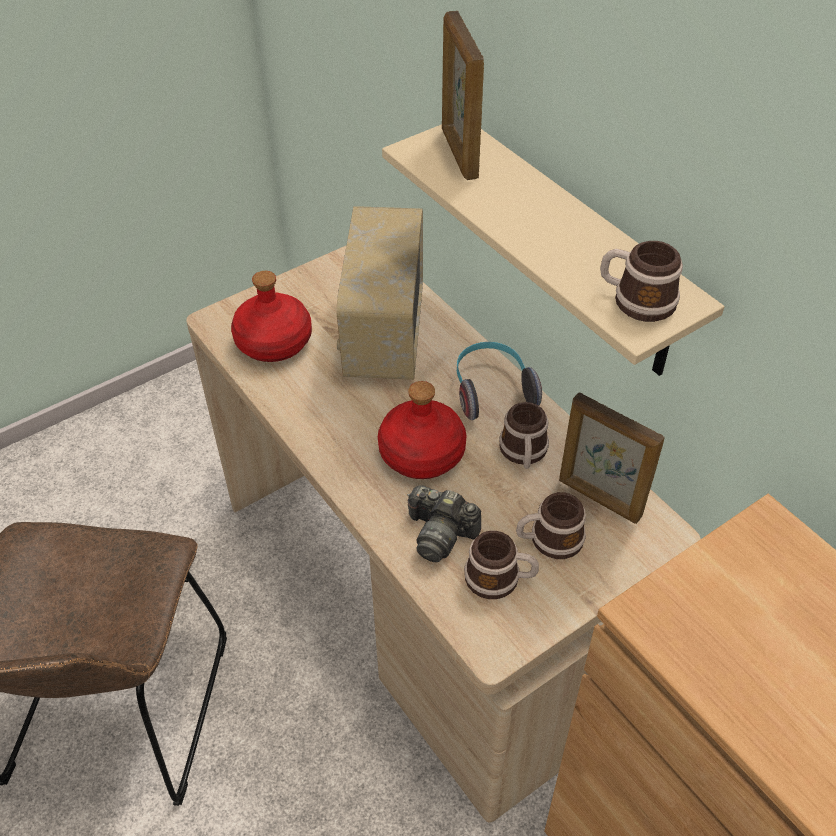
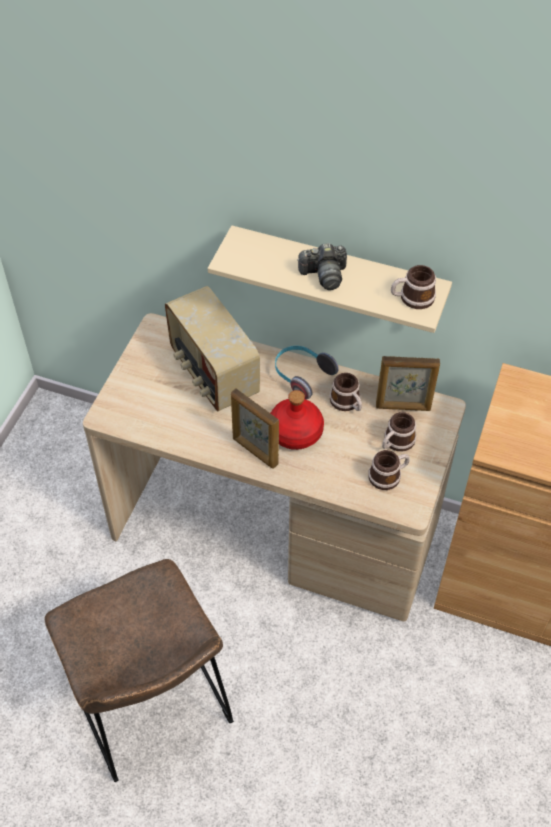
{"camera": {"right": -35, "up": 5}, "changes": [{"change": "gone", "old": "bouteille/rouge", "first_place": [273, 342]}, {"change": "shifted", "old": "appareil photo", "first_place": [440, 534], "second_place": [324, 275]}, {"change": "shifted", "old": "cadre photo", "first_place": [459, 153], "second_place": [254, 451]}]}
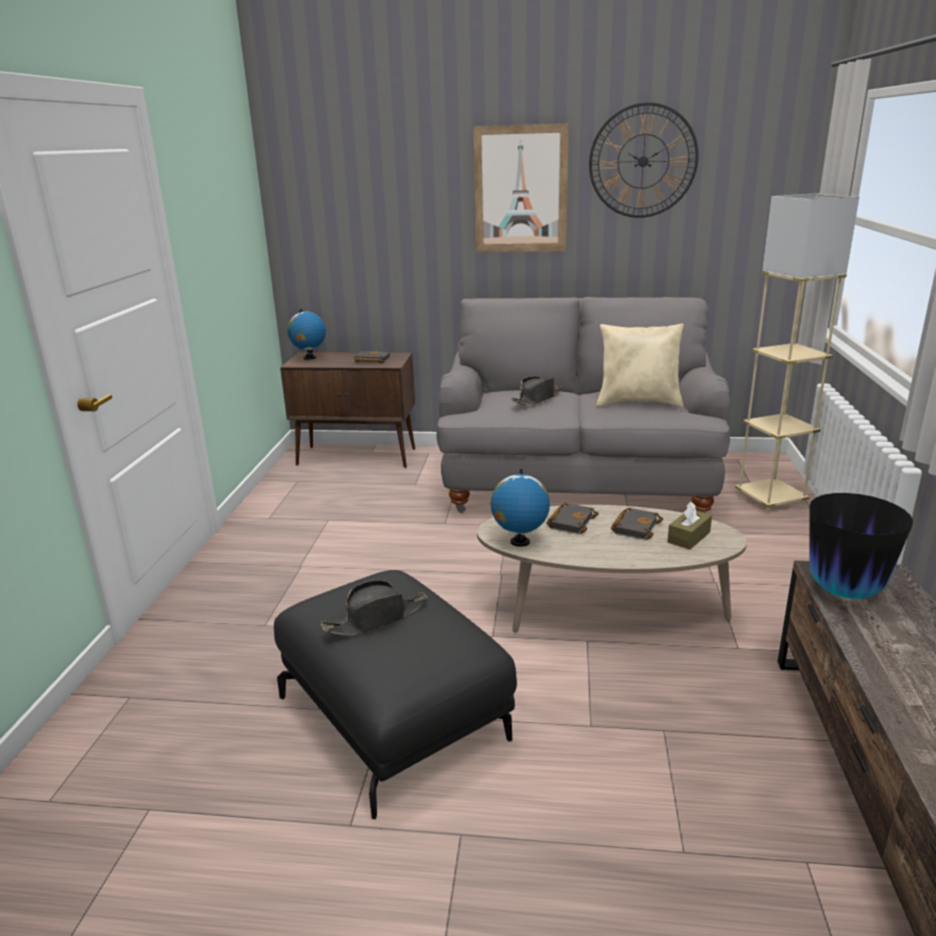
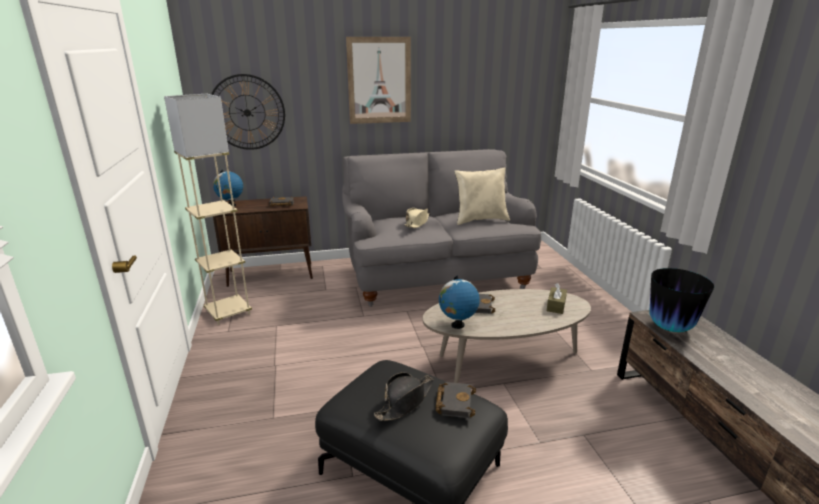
{"camera": {"right": -20, "up": 0}, "changes": [{"change": "shifted", "old": "horloge murale", "first_place": [643, 161], "second_place": [247, 112]}, {"change": "shifted", "old": "livre/noir", "first_place": [635, 527], "second_place": [454, 402]}, {"change": "shifted", "old": "lampadaire/beige", "first_place": [770, 500], "second_place": [228, 312]}, {"change": "repainted", "old": "chapeau/noir", "new": "chapeau/beige", "first_place": [537, 399], "second_place": [417, 223]}]}
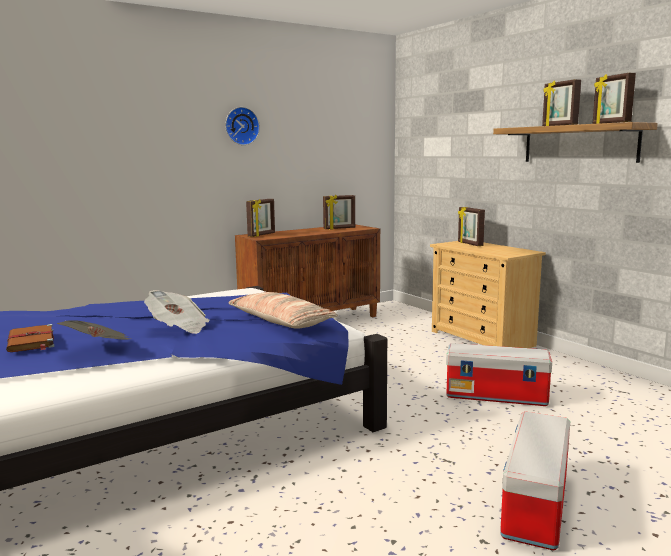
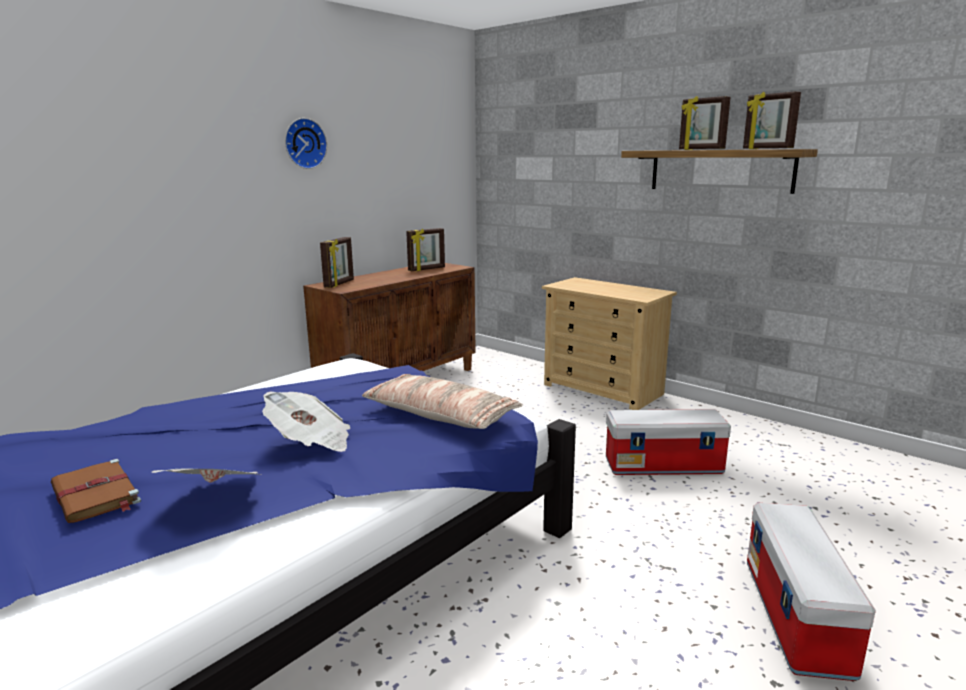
{"camera": {"right": -15, "up": 5}, "changes": [{"change": "gone", "old": "cadre photo", "first_place": [469, 244]}]}
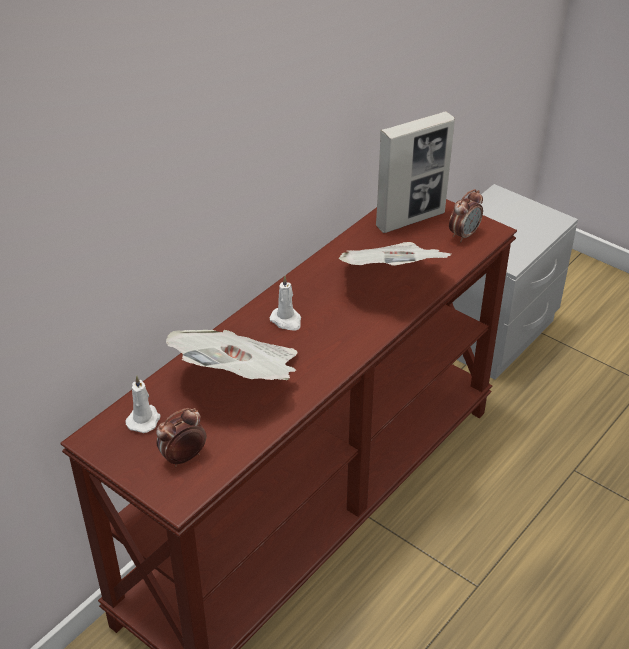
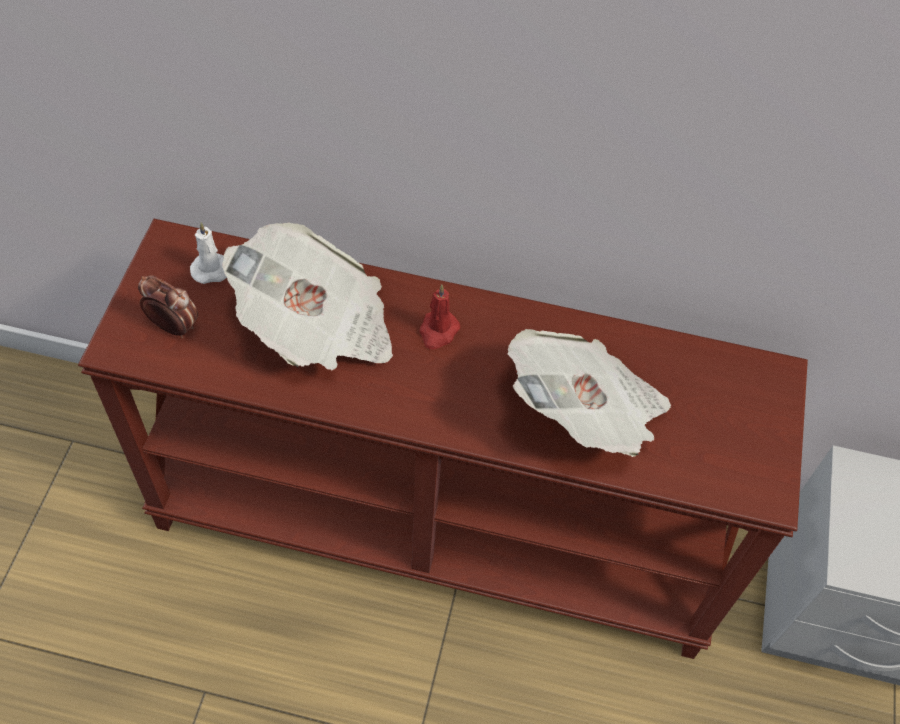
{"camera": {"right": 60, "up": 15}, "changes": [{"change": "gone", "old": "cadre photo", "first_place": [410, 219]}, {"change": "gone", "old": "réveil", "first_place": [464, 235]}, {"change": "repainted", "old": "bougie/blanc", "new": "bougie/rouge", "first_place": [286, 321], "second_place": [438, 331]}]}
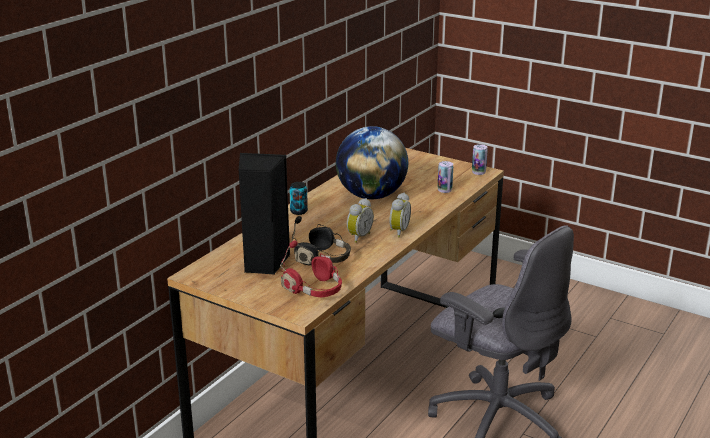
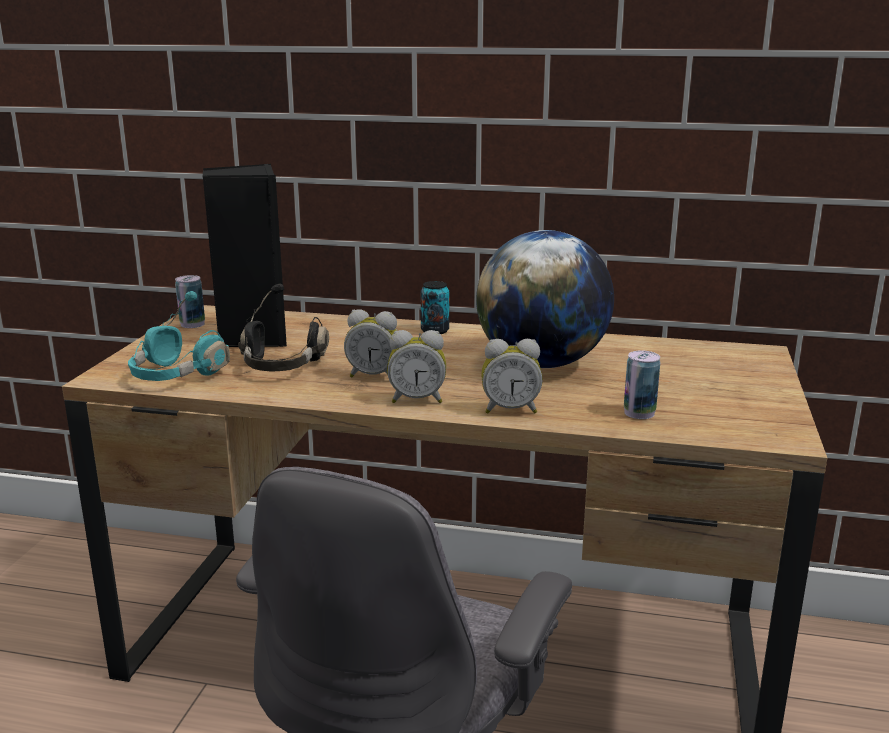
{"camera": {"right": 70, "up": -5}, "changes": [{"change": "new", "new": "réveil", "second_place": [510, 409]}, {"change": "shifted", "old": "boîte métallique", "first_place": [478, 172], "second_place": [192, 324]}, {"change": "repainted", "old": "casque audio/rouge", "new": "casque audio/turquoise", "first_place": [315, 290], "second_place": [176, 375]}]}
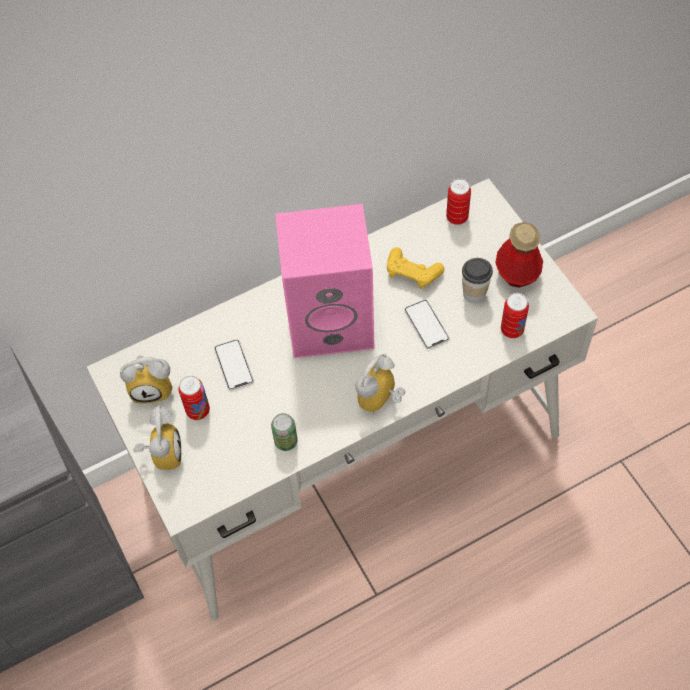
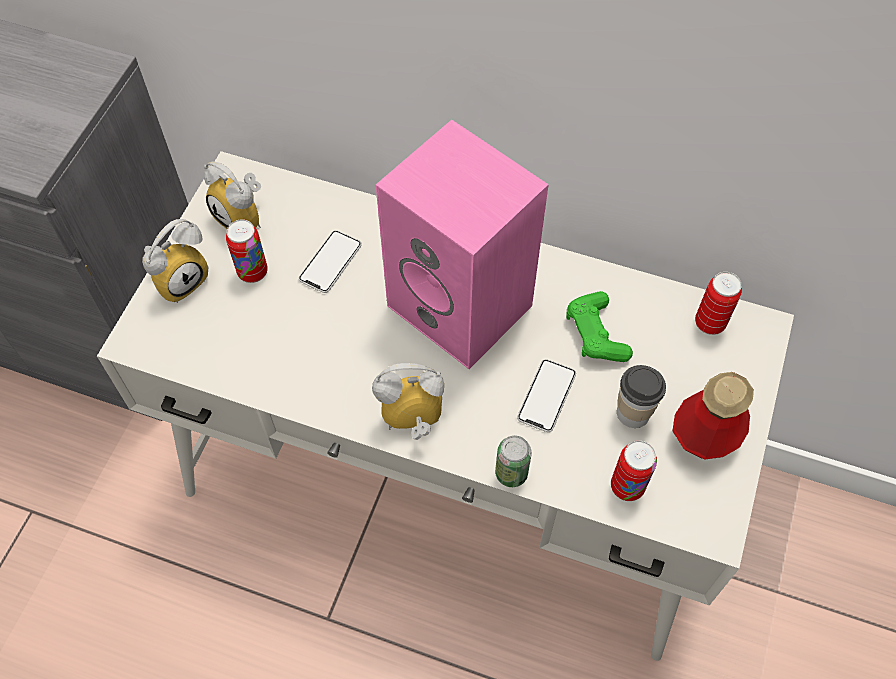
{"camera": {"right": 45, "up": 0}, "changes": [{"change": "shifted", "old": "boîte métallique", "first_place": [286, 441], "second_place": [511, 473]}, {"change": "repainted", "old": "manette/jaune", "new": "manette/vert", "first_place": [412, 273], "second_place": [596, 334]}]}
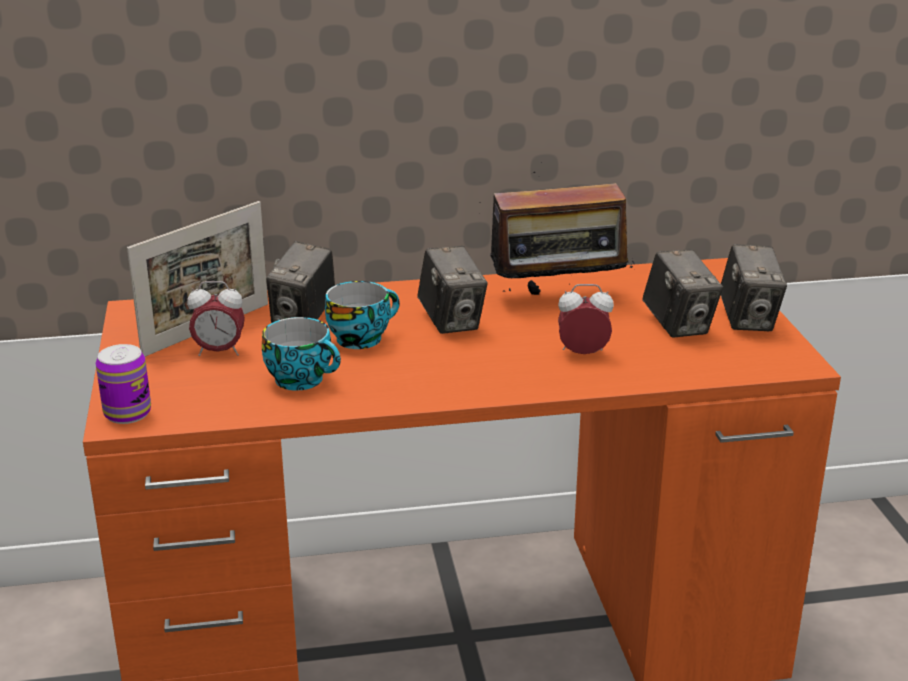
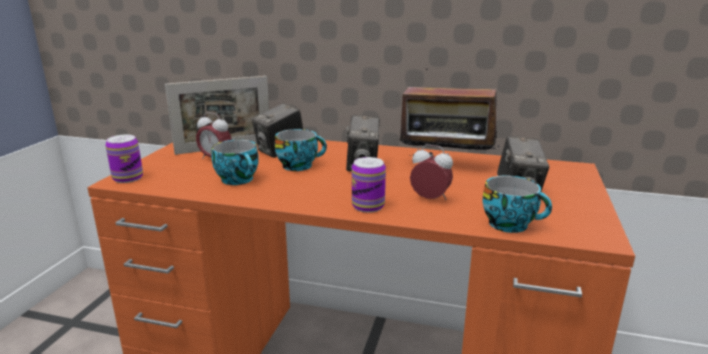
{"camera": {"right": 25, "up": -5}, "changes": [{"change": "gone", "old": "appareil photo", "first_place": [748, 320]}, {"change": "new", "new": "boîte métallique", "second_place": [368, 206]}, {"change": "new", "new": "tasse", "second_place": [511, 224]}]}
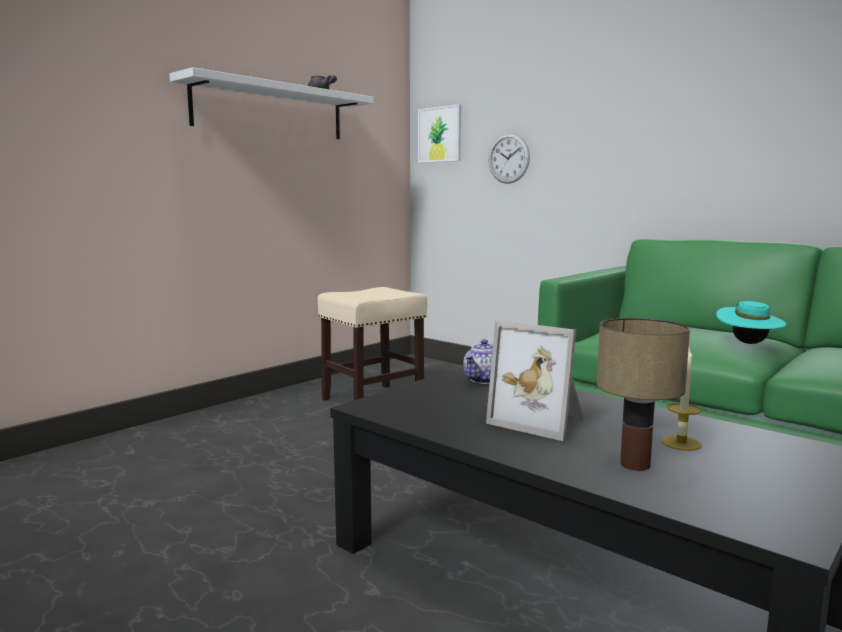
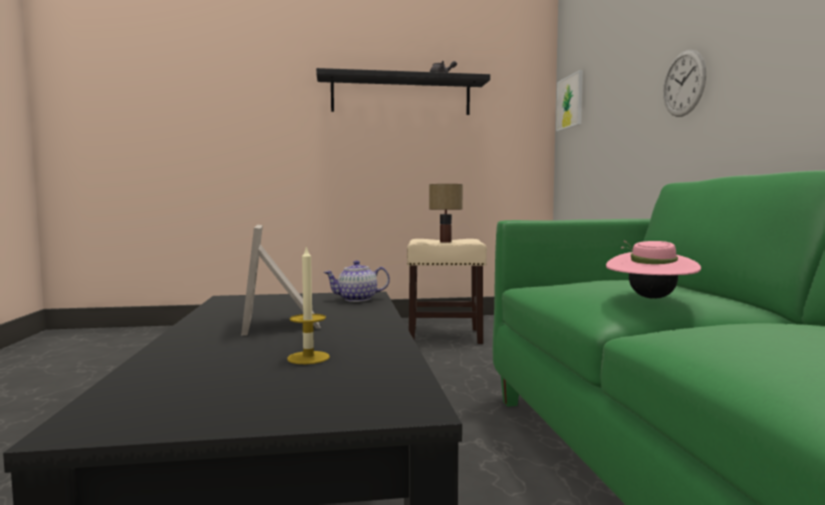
{"camera": {"right": 40, "up": -5}, "changes": [{"change": "shifted", "old": "horloge murale", "first_place": [508, 158], "second_place": [683, 83]}, {"change": "shifted", "old": "lampe de table", "first_place": [633, 464], "second_place": [445, 242]}, {"change": "repainted", "old": "étagère/blanc", "new": "étagère/noir", "first_place": [270, 110], "second_place": [401, 96]}, {"change": "repainted", "old": "chapeau/turquoise", "new": "chapeau/rose", "first_place": [748, 343], "second_place": [650, 298]}]}
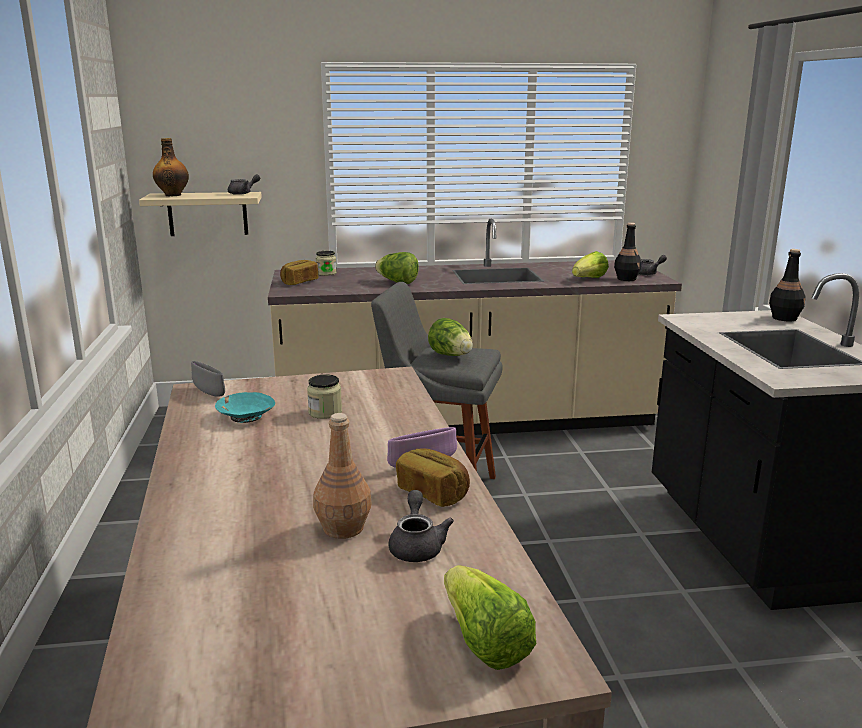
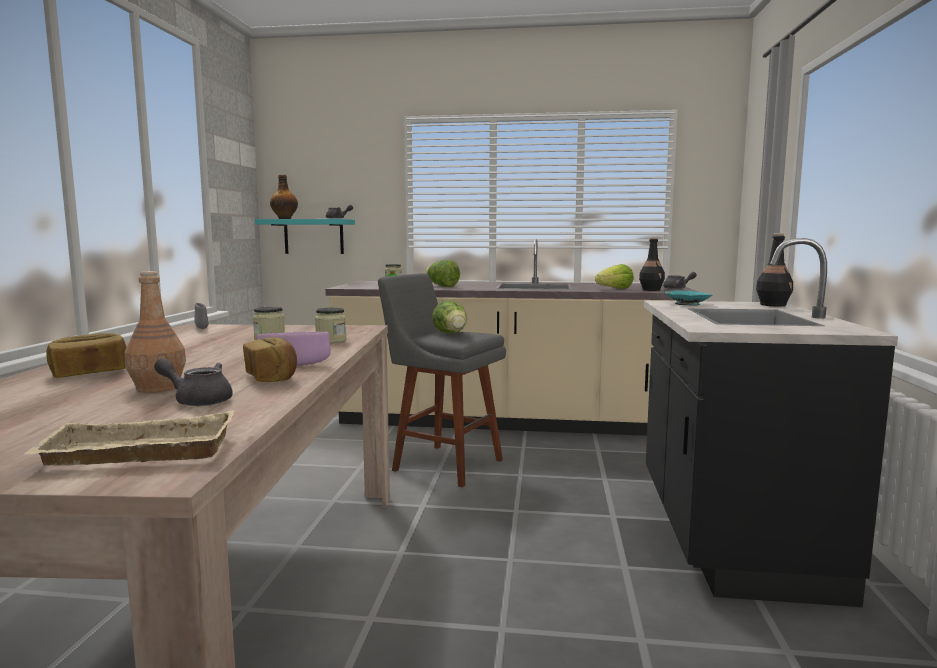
{"camera": {"right": 15, "up": -10}, "changes": [{"change": "new", "new": "bocal", "second_place": [331, 341]}, {"change": "shifted", "old": "bol/turquoise", "first_place": [245, 416], "second_place": [687, 304]}, {"change": "shifted", "old": "pain", "first_place": [299, 282], "second_place": [90, 373]}, {"change": "swapped", "old": "laitue", "new": "plateau/beige", "first_place": [484, 642], "second_place": [136, 454]}, {"change": "repainted", "old": "étagère/beige", "new": "étagère/turquoise", "first_place": [207, 214], "second_place": [314, 236]}, {"change": "rotated", "old": "théière/gris", "first_place": [417, 545], "second_place": [198, 400], "degrees": -90}]}
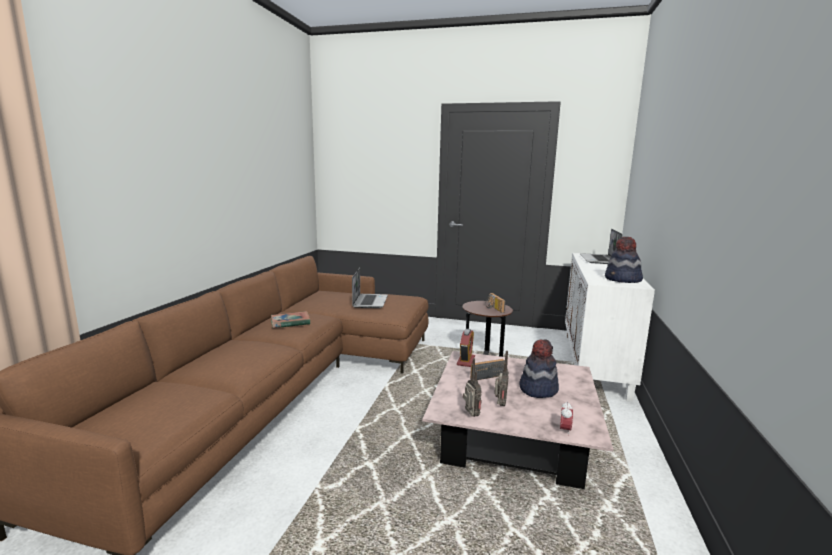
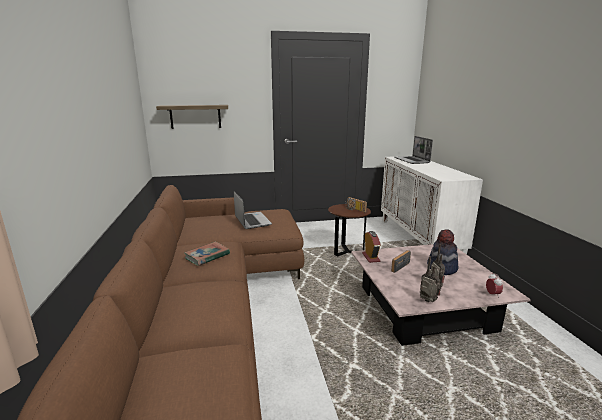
{"camera": {"right": -25, "up": 5}, "changes": [{"change": "gone", "old": "chapeau", "first_place": [622, 280]}, {"change": "new", "new": "étagère", "second_place": [195, 116]}]}
